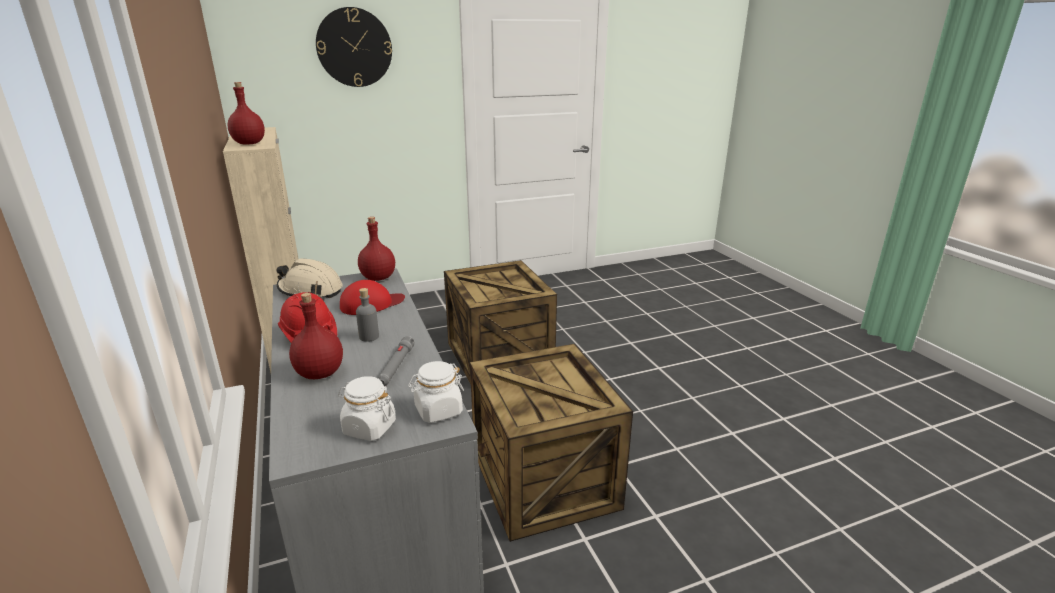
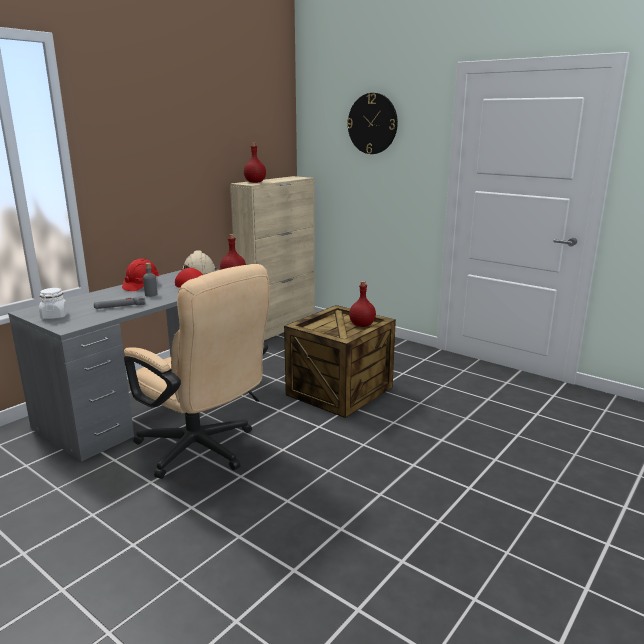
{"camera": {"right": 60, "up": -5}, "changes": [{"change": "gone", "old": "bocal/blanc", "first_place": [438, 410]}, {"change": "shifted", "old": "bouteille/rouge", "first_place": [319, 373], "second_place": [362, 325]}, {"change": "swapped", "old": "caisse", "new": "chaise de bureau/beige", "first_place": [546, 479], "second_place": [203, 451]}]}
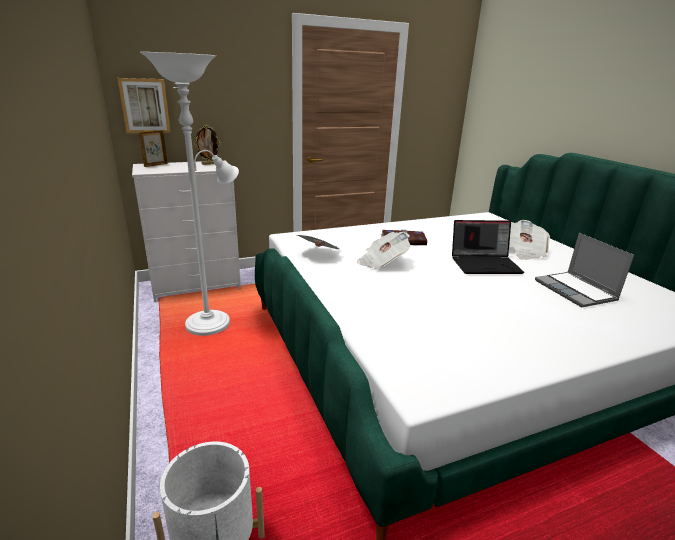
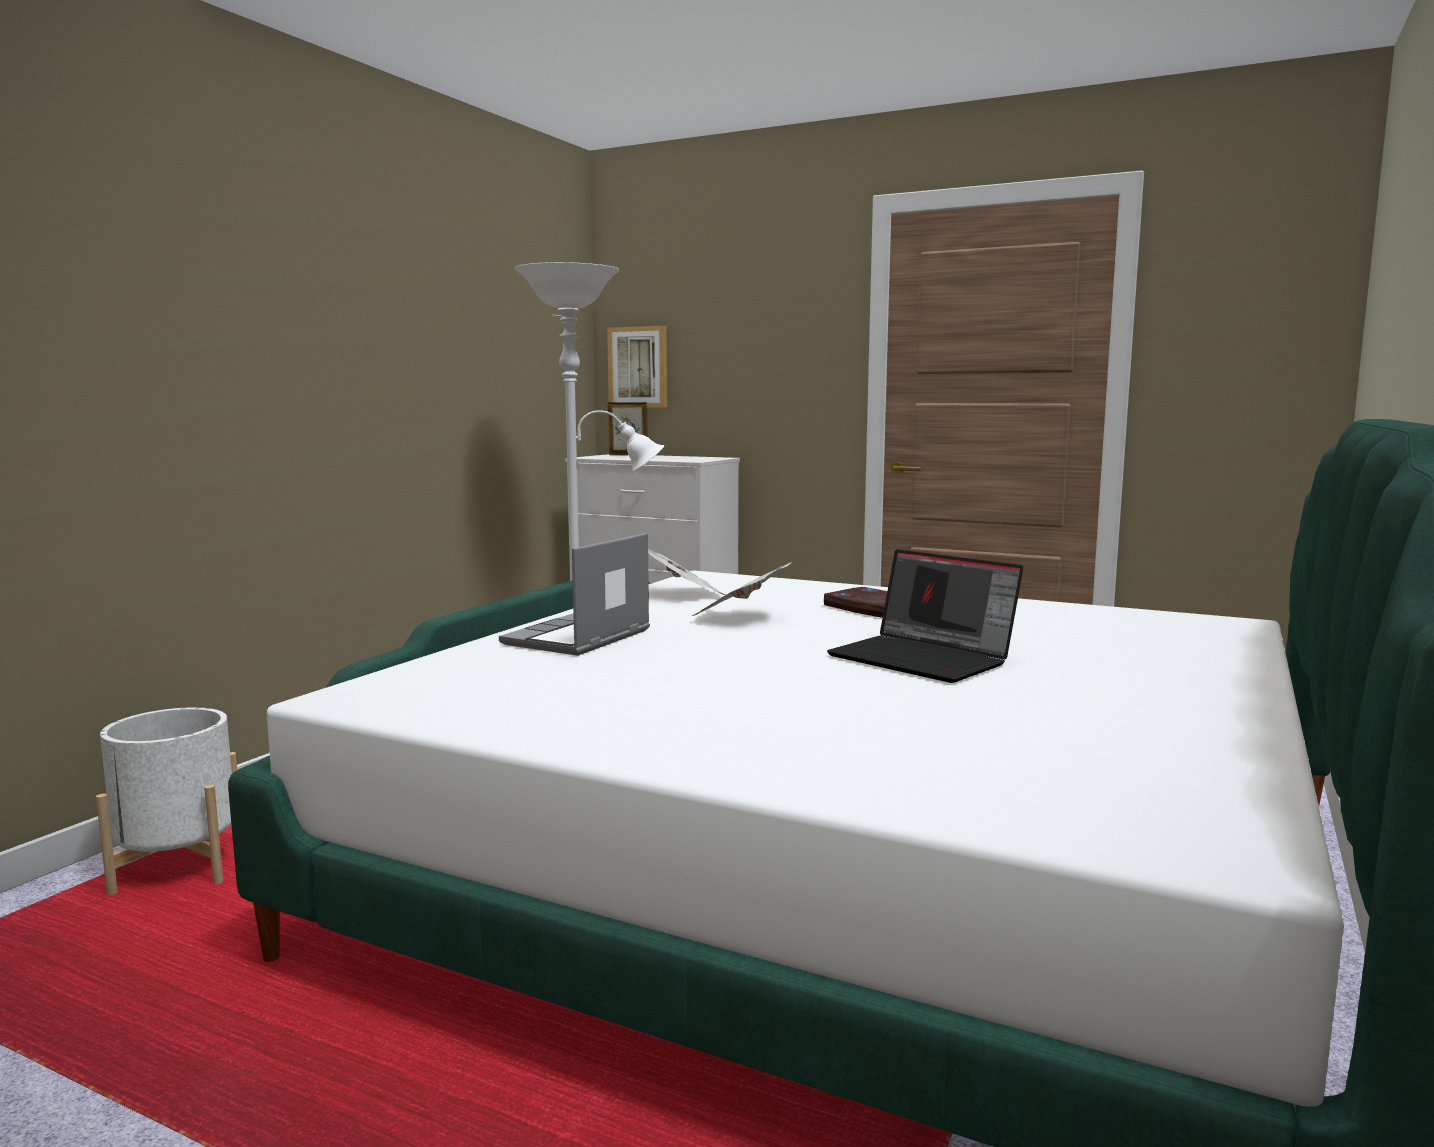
{"camera": {"right": 50, "up": -15}, "changes": [{"change": "gone", "old": "cadre photo", "first_place": [209, 164]}, {"change": "gone", "old": "journal", "first_place": [524, 251]}, {"change": "shifted", "old": "ordinateur portable", "first_place": [576, 291], "second_place": [578, 638]}]}
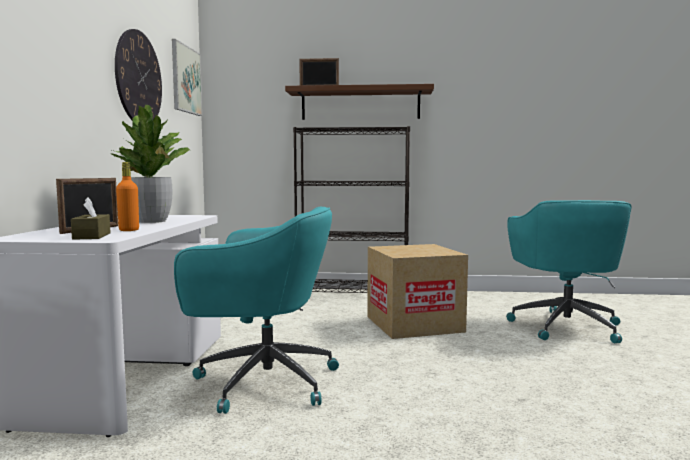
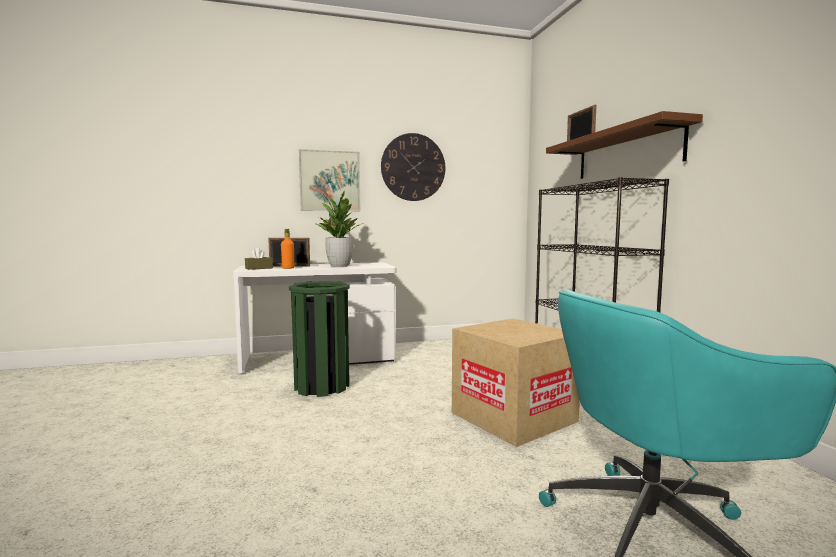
{"camera": {"right": 70, "up": 0}, "changes": [{"change": "shifted", "old": "tableau", "first_place": [186, 80], "second_place": [330, 181]}, {"change": "swapped", "old": "chaise de bureau/turquoise", "new": "poubelle/vert", "first_place": [262, 381], "second_place": [321, 386]}]}
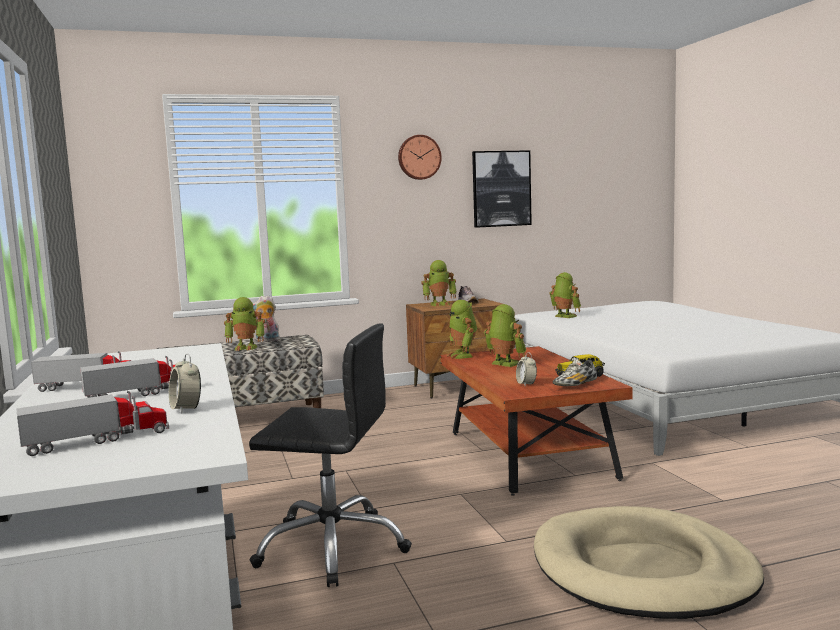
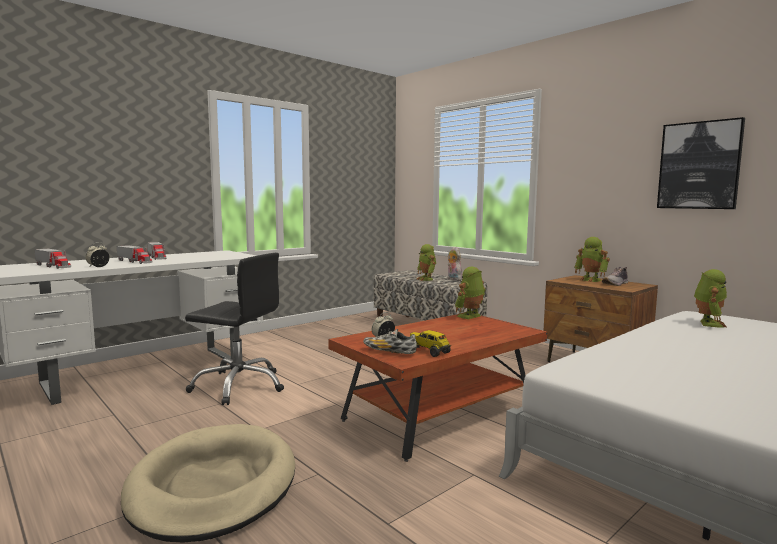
{"camera": {"right": 65, "up": 0}, "changes": [{"change": "gone", "old": "horloge murale", "first_place": [419, 157]}, {"change": "gone", "old": "robot jouet", "first_place": [504, 364]}, {"change": "rotated", "old": "chaise de bureau/noir", "first_place": [332, 547], "second_place": [239, 386], "degrees": -60}]}
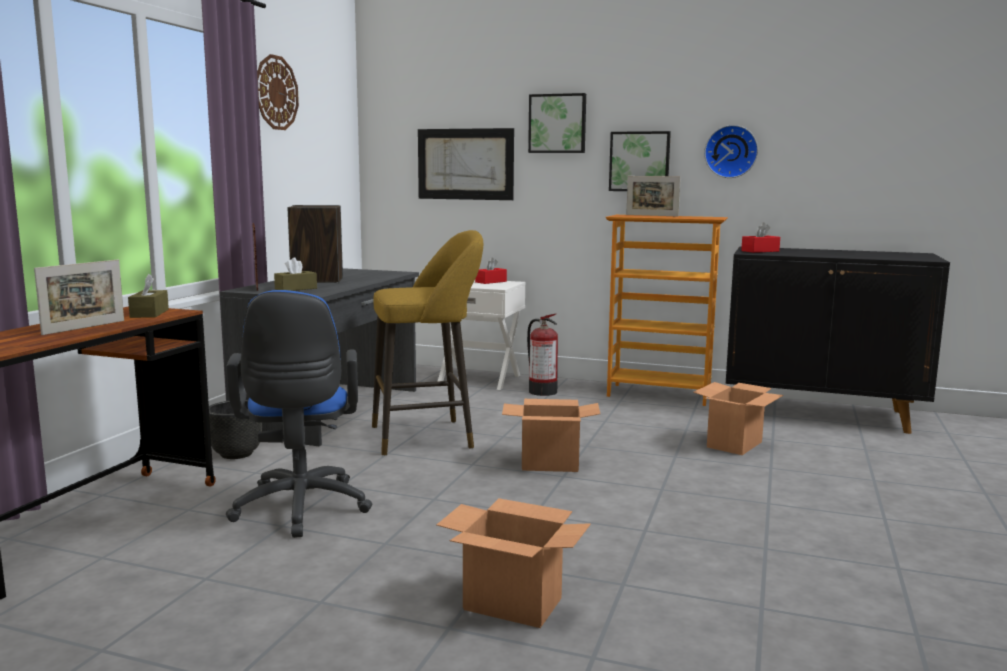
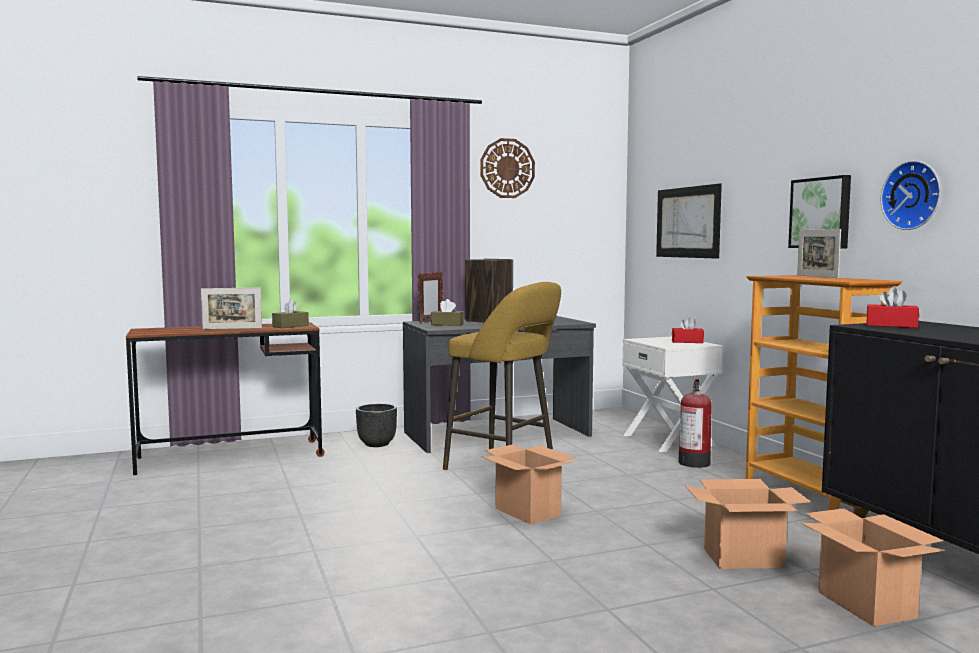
{"camera": {"right": 50, "up": -5}, "changes": [{"change": "gone", "old": "chaise de bureau/bleu", "first_place": [300, 510]}, {"change": "gone", "old": "tableau", "first_place": [557, 123]}, {"change": "shifted", "old": "carton", "first_place": [511, 604], "second_place": [865, 604]}]}
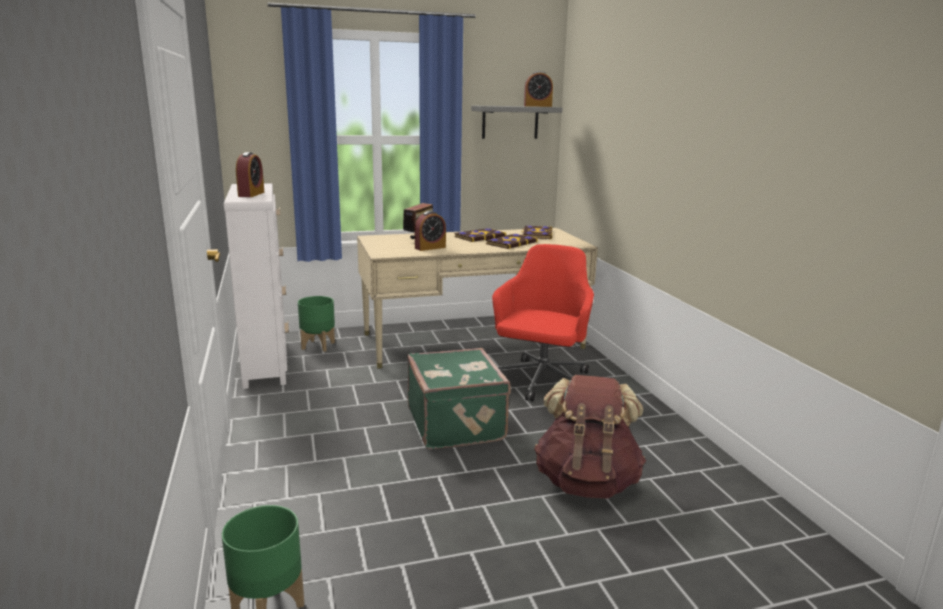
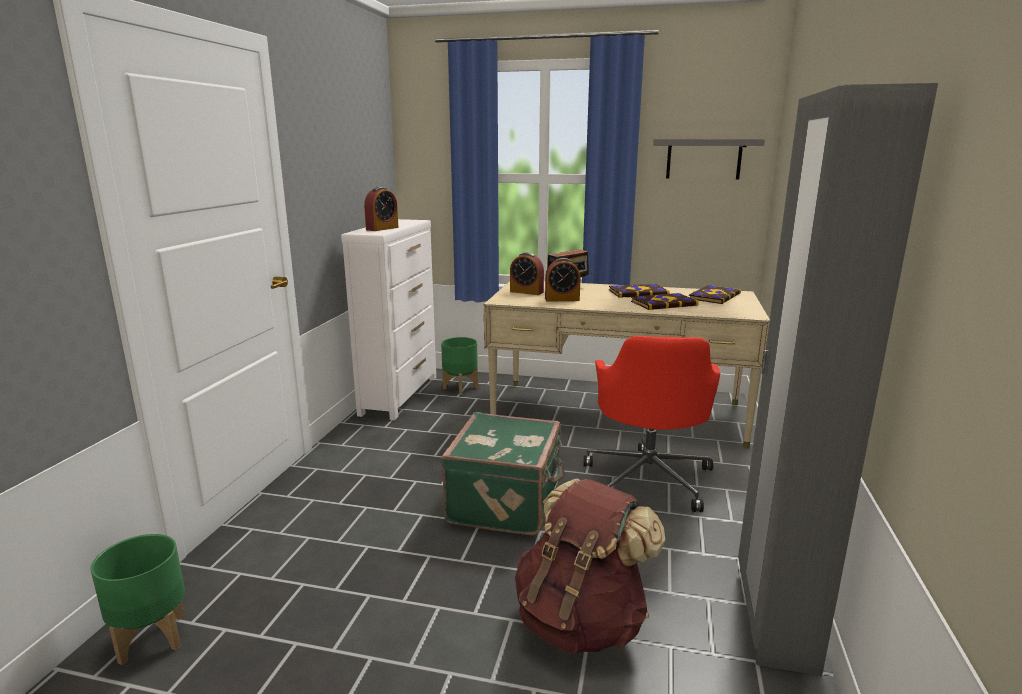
{"camera": {"right": 30, "up": 0}, "changes": [{"change": "new", "new": "armoire/gris", "second_place": [773, 616]}, {"change": "shifted", "old": "réveil", "first_place": [537, 106], "second_place": [526, 292]}, {"change": "rotated", "old": "chaise de bureau/rouge", "first_place": [540, 382], "second_place": [649, 478], "degrees": 135}]}
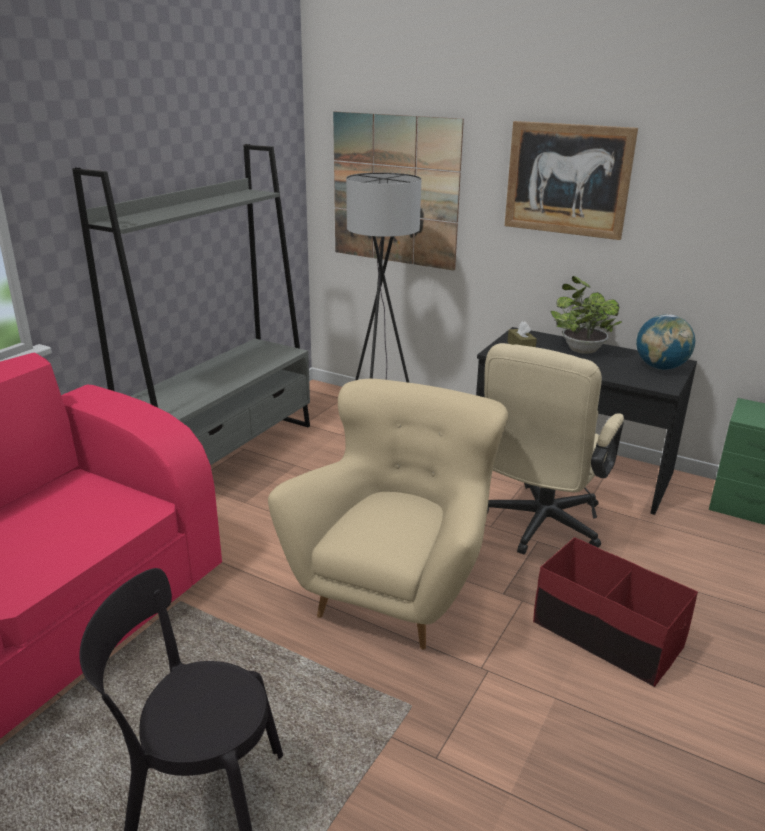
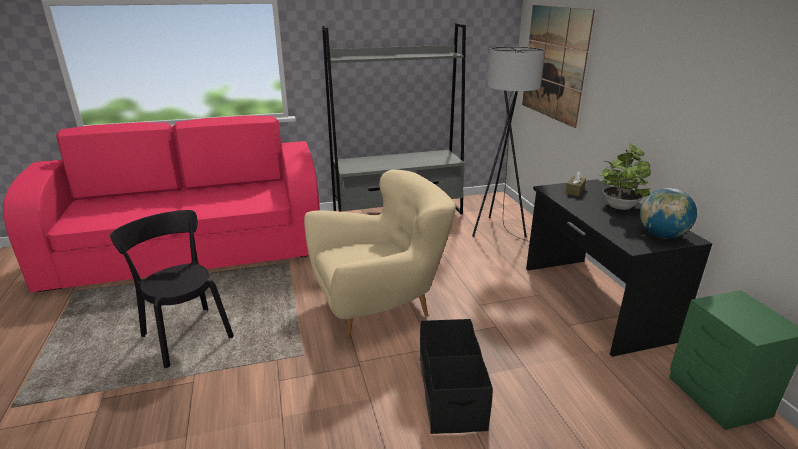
{"camera": {"right": 45, "up": 0}, "changes": [{"change": "gone", "old": "chaise de bureau/beige", "first_place": [538, 527]}, {"change": "gone", "old": "tableau", "first_place": [567, 179]}, {"change": "repainted", "old": "boîte de rangement/rouge", "new": "boîte de rangement/noir", "first_place": [606, 635], "second_place": [450, 393]}]}
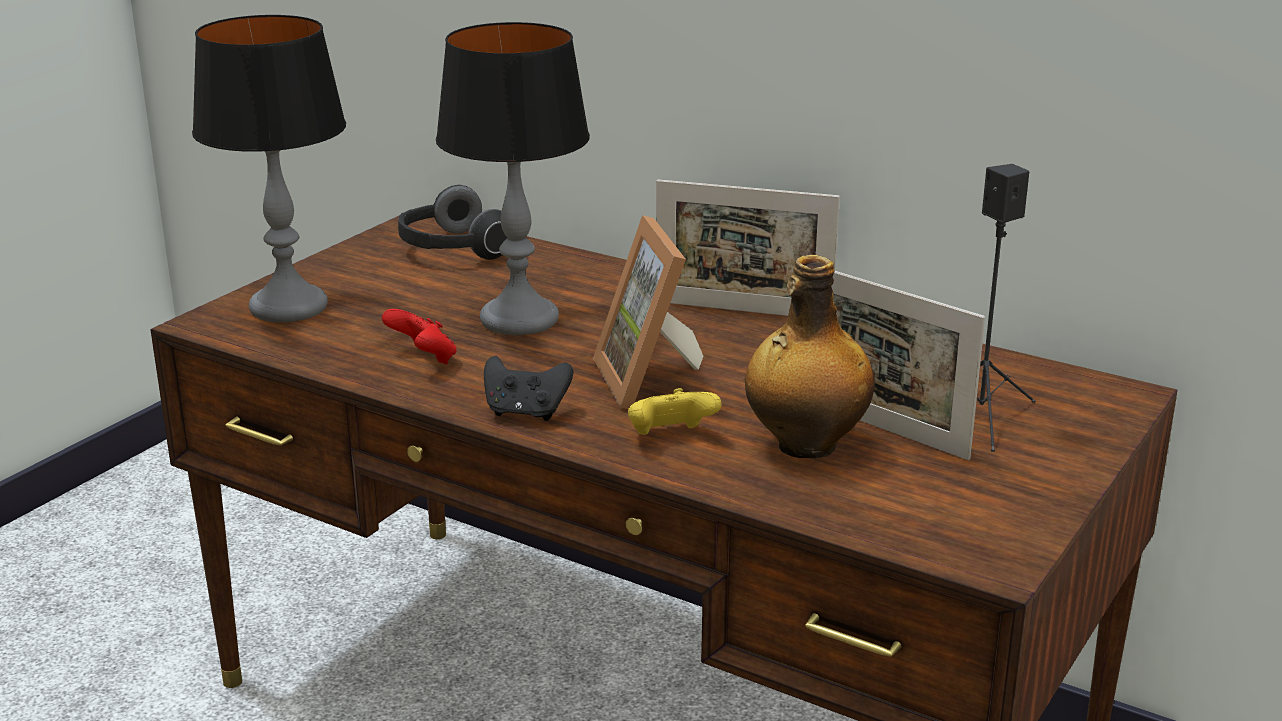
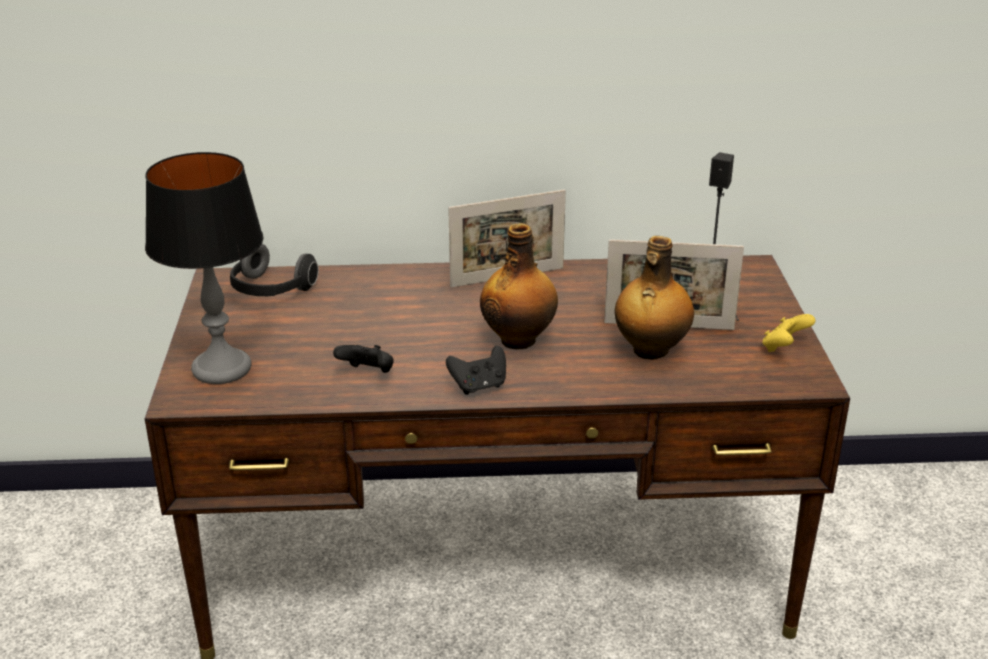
{"camera": {"right": -35, "up": 5}, "changes": [{"change": "gone", "old": "lampe de table", "first_place": [519, 319]}, {"change": "shifted", "old": "manette/jaune", "first_place": [670, 437], "second_place": [784, 348]}, {"change": "swapped", "old": "cadre photo", "new": "bouteille", "first_place": [652, 380], "second_place": [519, 339]}, {"change": "repainted", "old": "manette/rouge", "new": "manette/noir", "first_place": [424, 359], "second_place": [368, 374]}]}
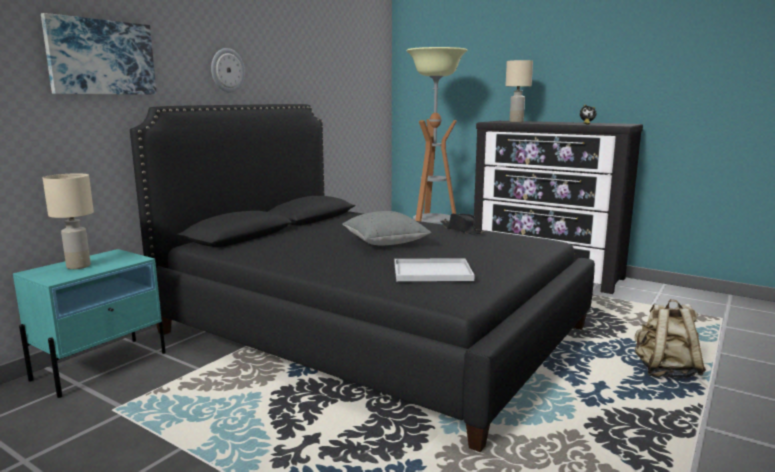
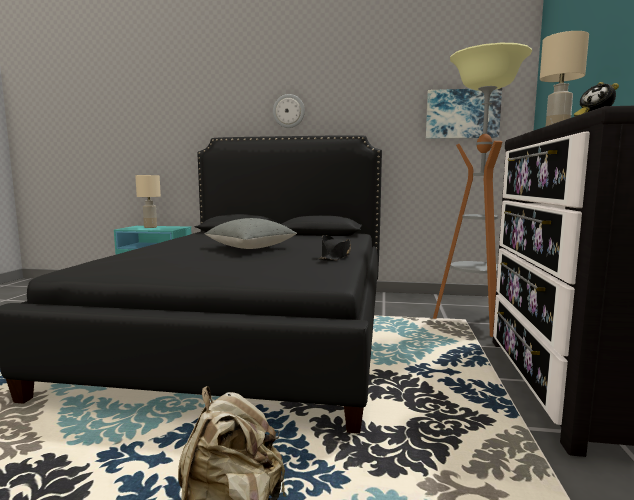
{"camera": {"right": 65, "up": -5}, "changes": [{"change": "gone", "old": "plateau/blanc", "first_place": [430, 272]}, {"change": "shifted", "old": "tableau", "first_place": [101, 57], "second_place": [462, 114]}]}
